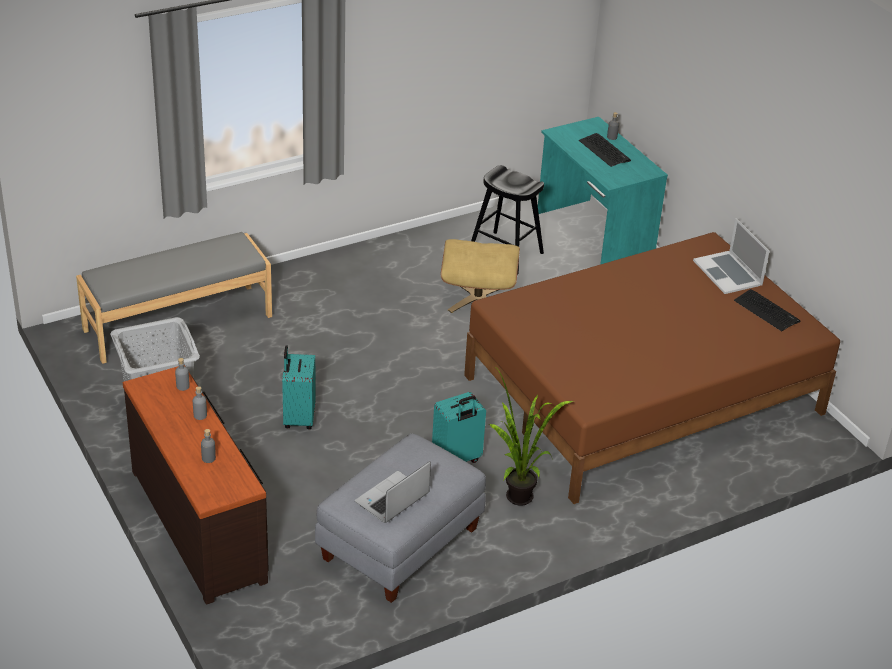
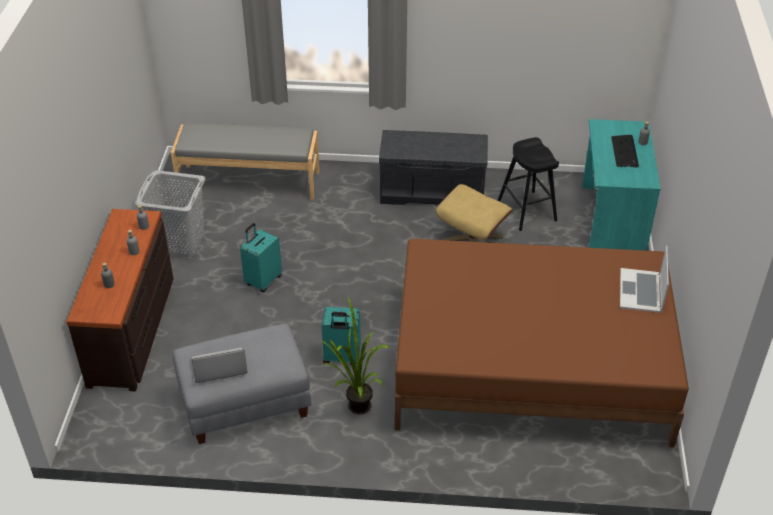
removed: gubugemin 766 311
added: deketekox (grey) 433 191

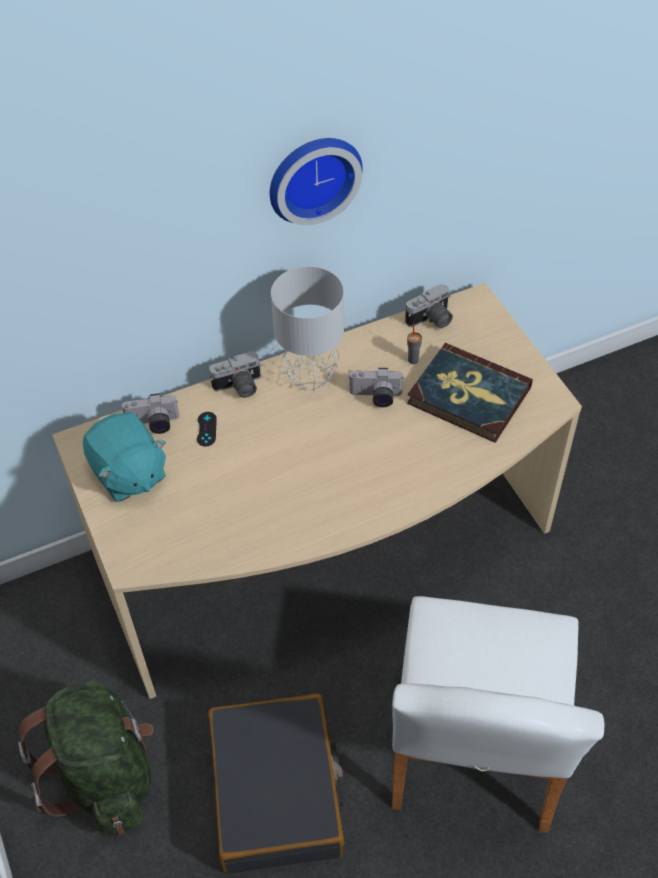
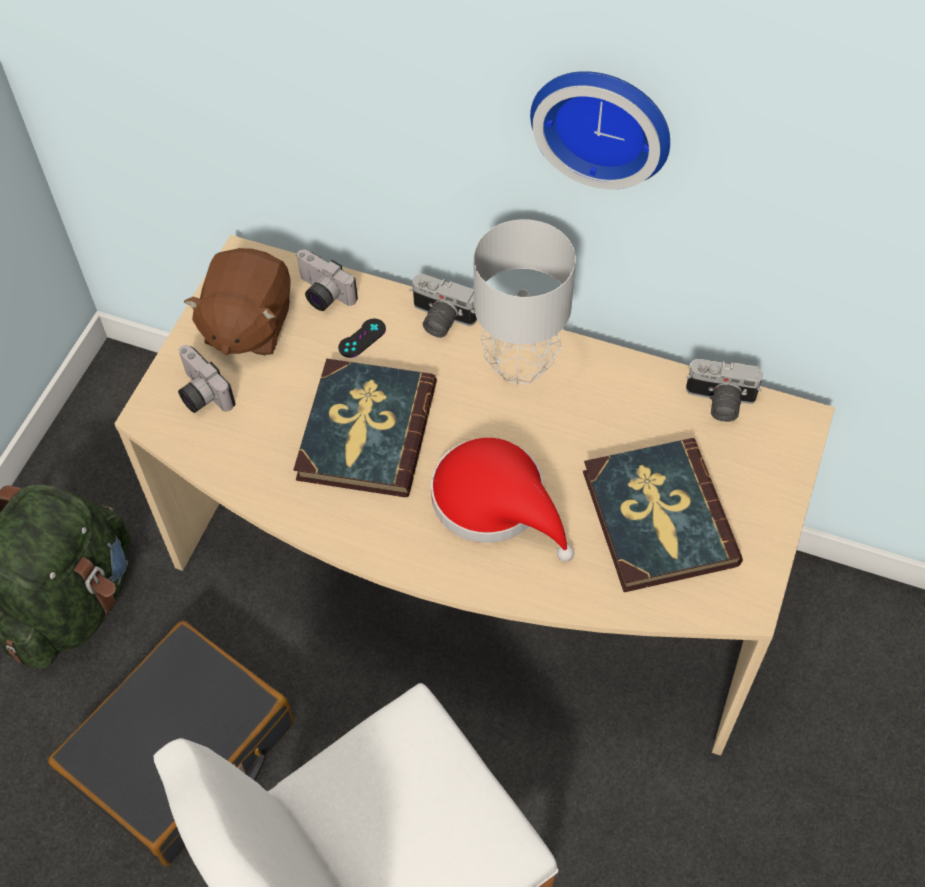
removed: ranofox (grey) 413 360
added: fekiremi 366 431; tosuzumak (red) 496 502
moved: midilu 375 397 to 200 394
recoloured: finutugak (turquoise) 128 474 to finutugak (brown) 247 325

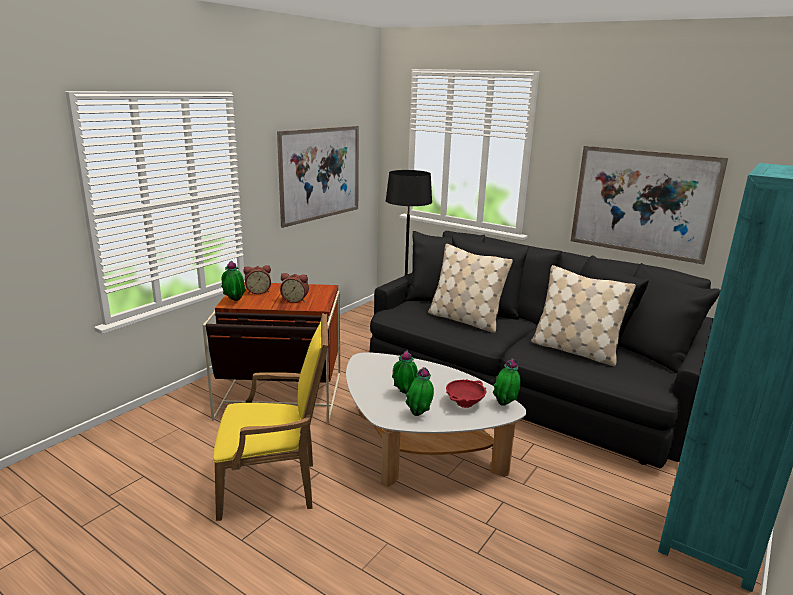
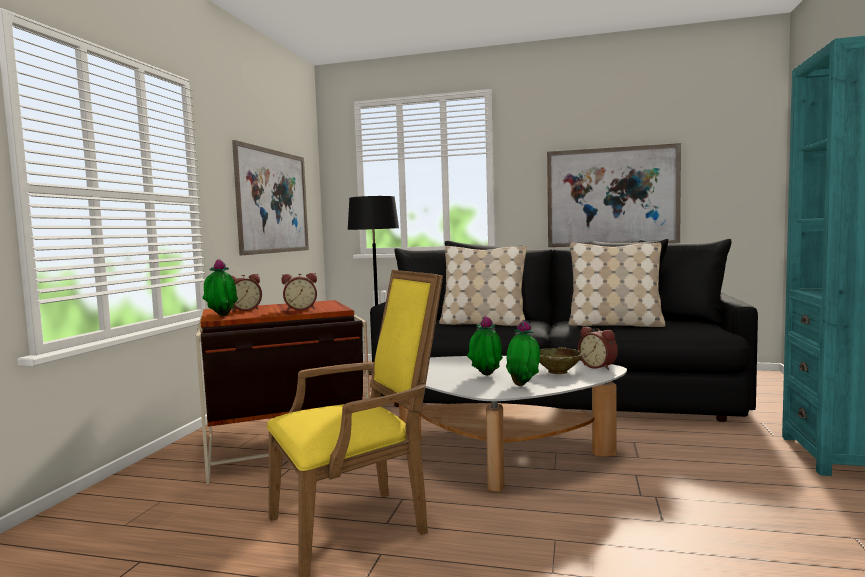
replaced: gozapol 505 405 to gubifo 598 366
recoloured: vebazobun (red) 464 403 to vebazobun (beige) 558 372

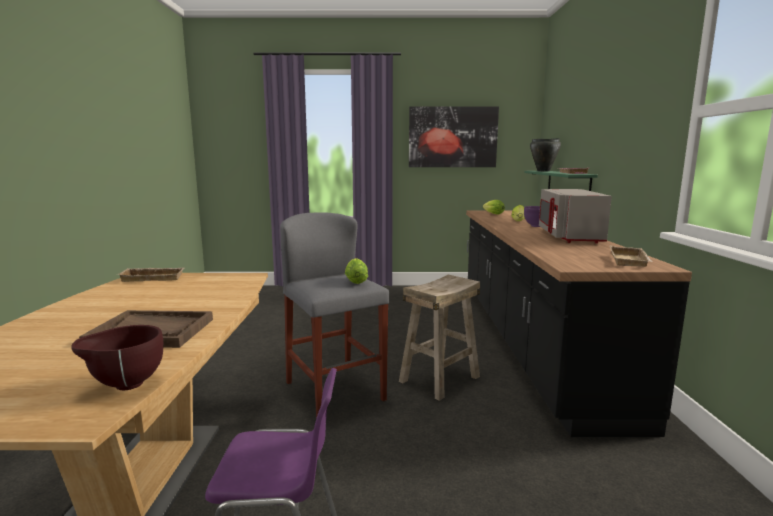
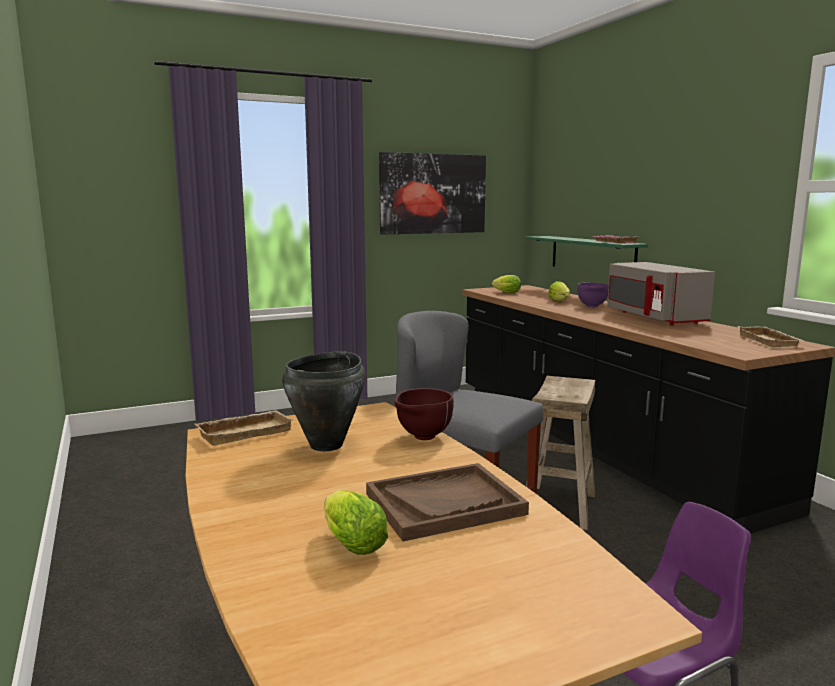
moved: vebazobun (brown) 125 385 to 422 437; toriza 355 281 to 350 543; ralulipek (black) 543 171 to 327 445

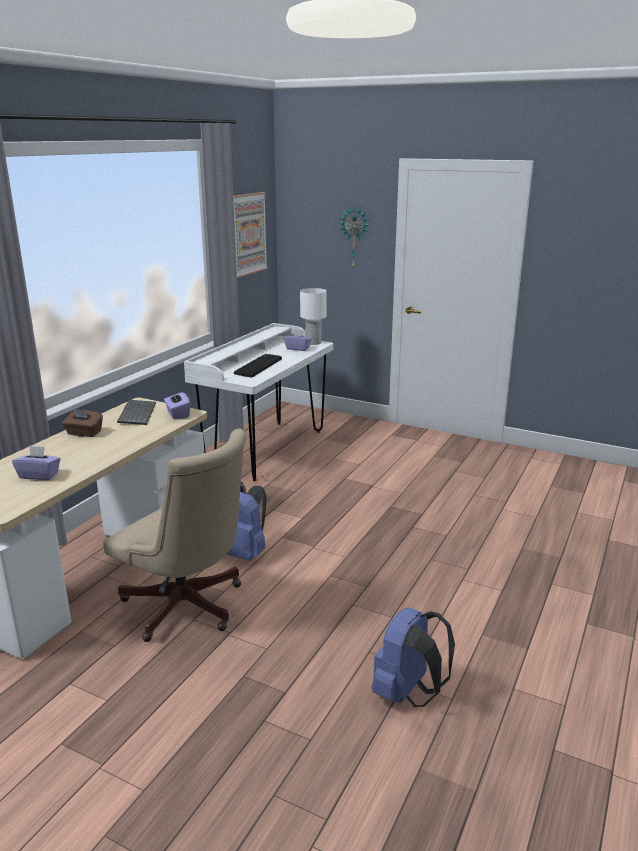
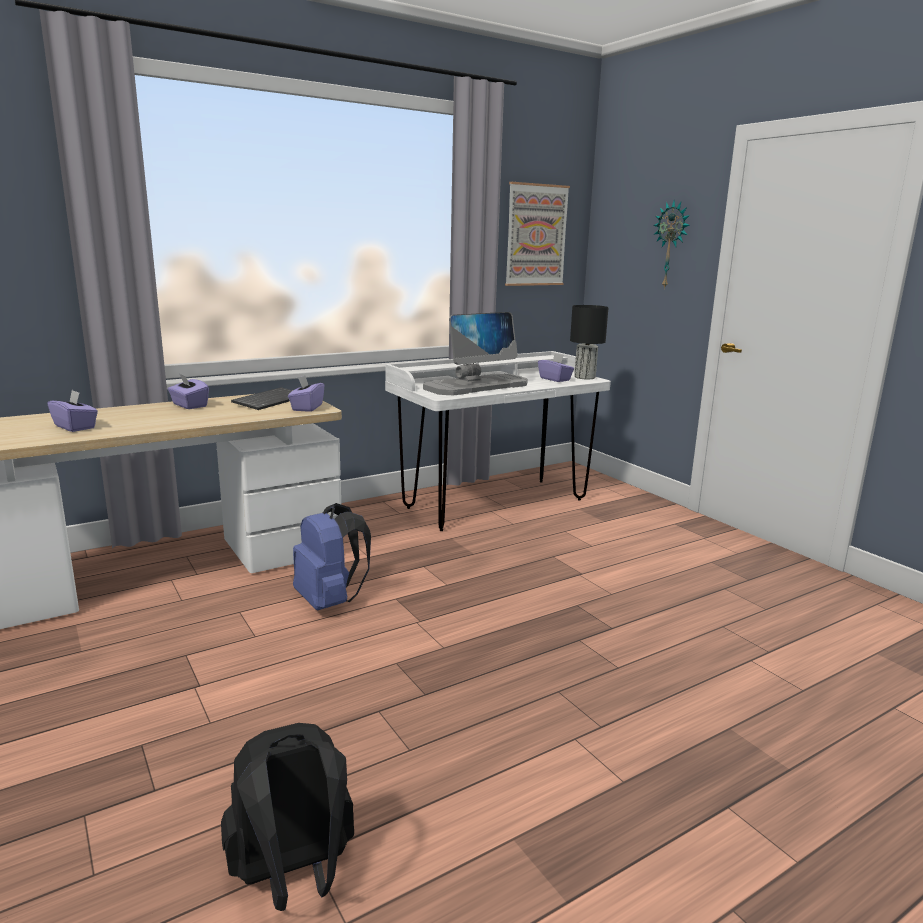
removed: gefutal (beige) 188 609
replaced: gubugemin 258 366 to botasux 477 386
recoloured: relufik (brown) 84 433 to relufik (purple) 189 405; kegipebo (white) 313 342 to kegipebo (black) 584 377; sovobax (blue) 408 693 to sovobax (black) 294 877

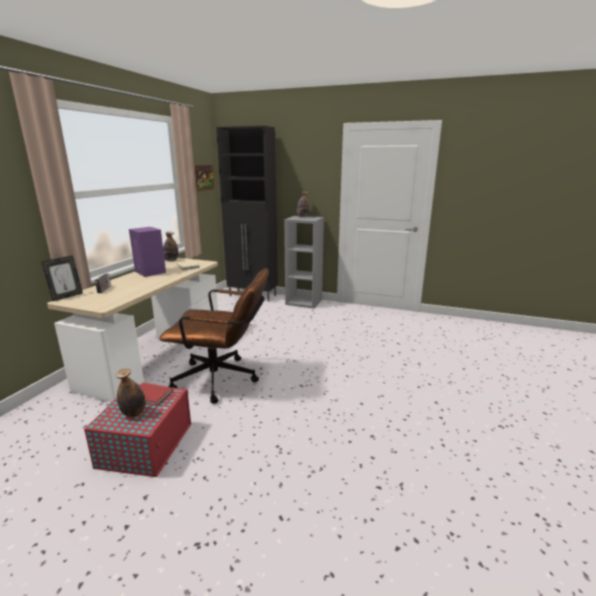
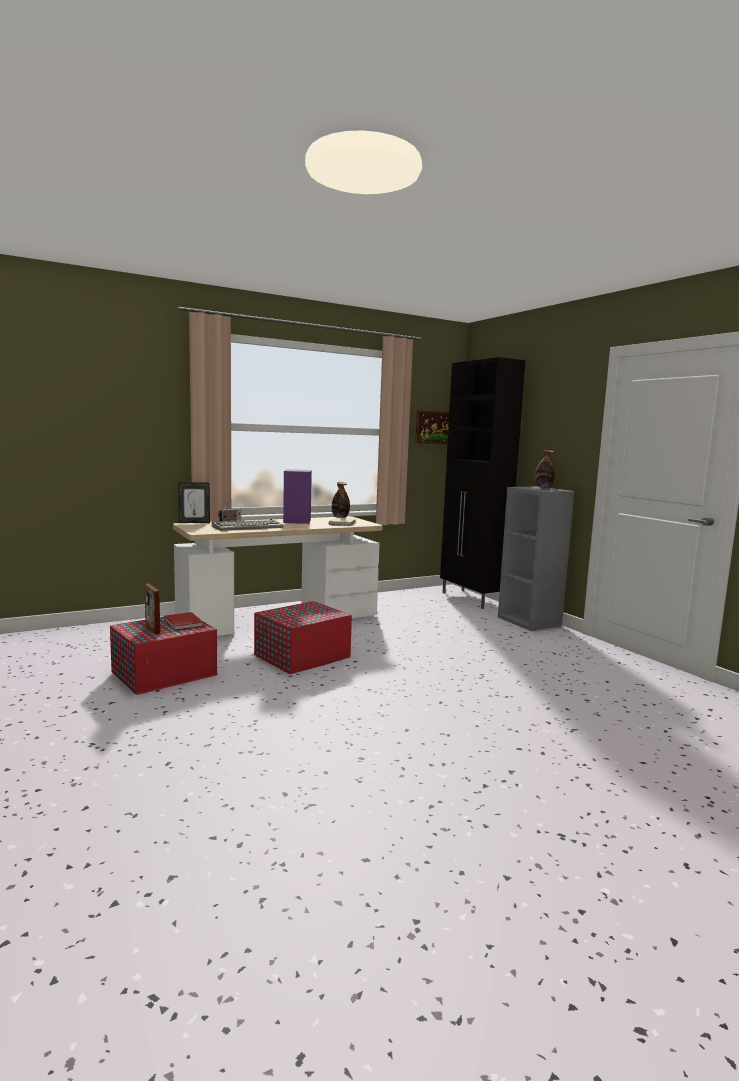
added: gubugemin 248 527
replaced: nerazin 134 413 to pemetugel 152 629; gefutal (brown) 223 380 to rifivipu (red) 301 656

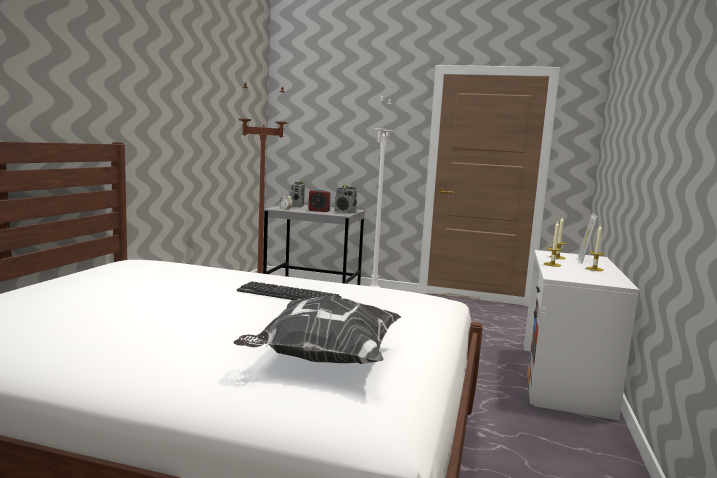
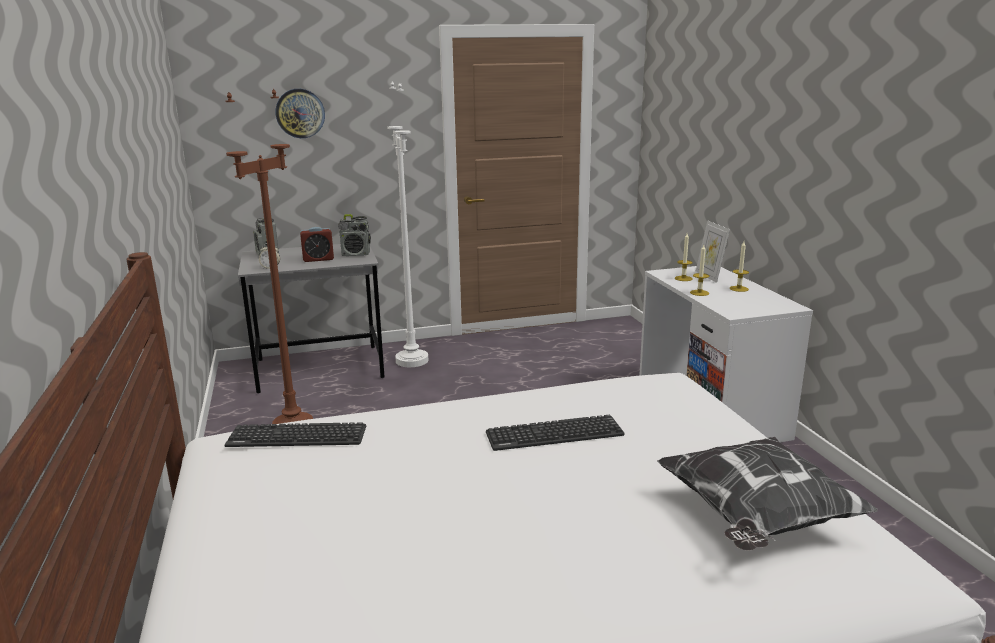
added: gubugemin 297 437; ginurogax 300 113

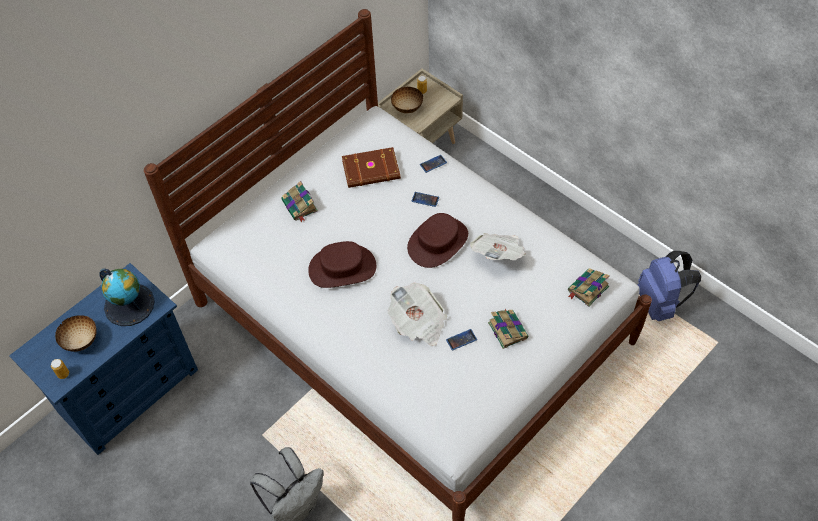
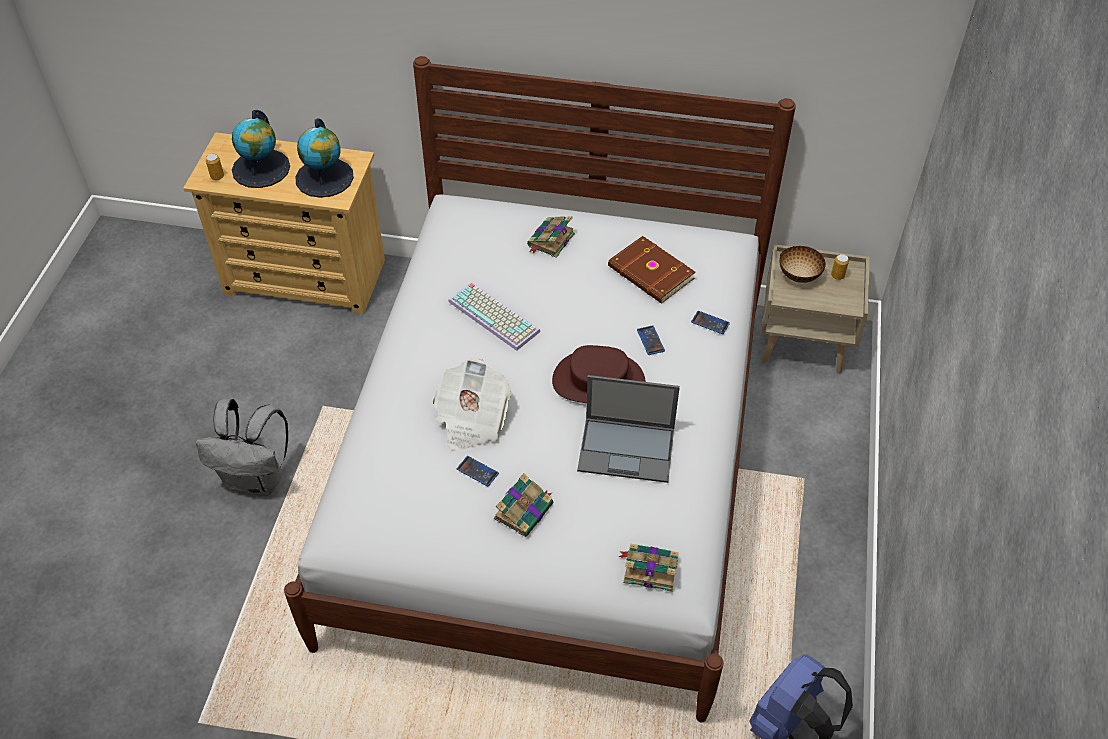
replaced: vebazobun 81 341 to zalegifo 261 168; tosuzumak (brown) 342 268 to gubugemin 496 316; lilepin 499 254 to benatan 627 449
recoloured: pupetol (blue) 129 391 to pupetol (beige) 306 277

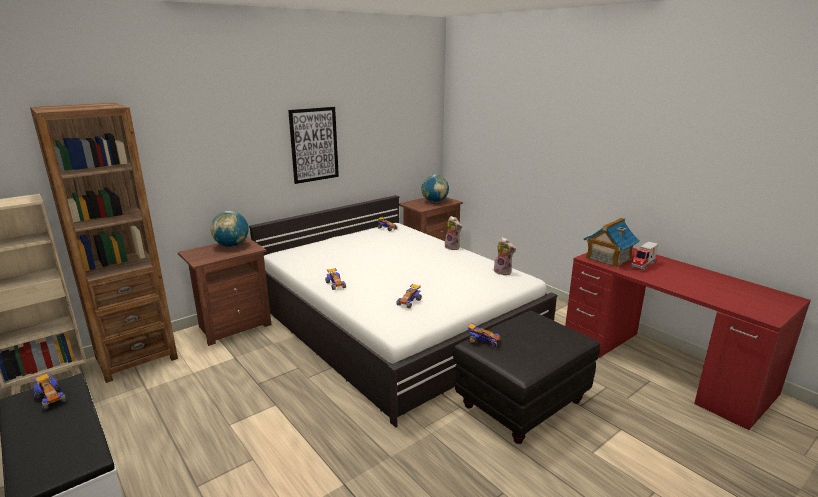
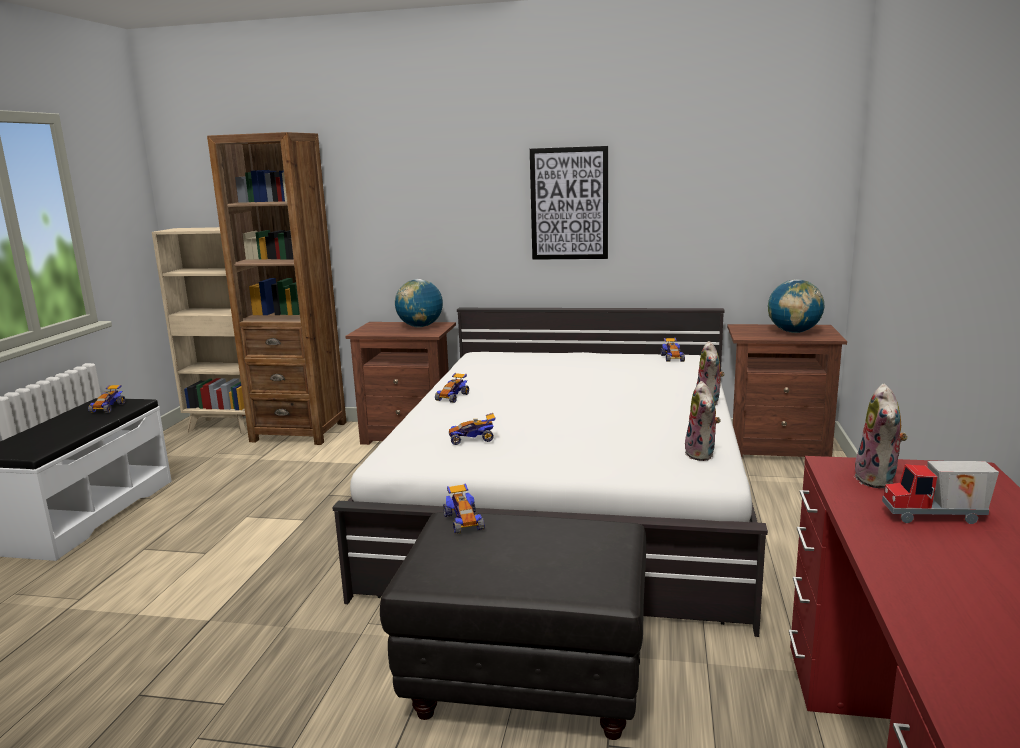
replaced: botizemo 608 259 to finutugak 878 480

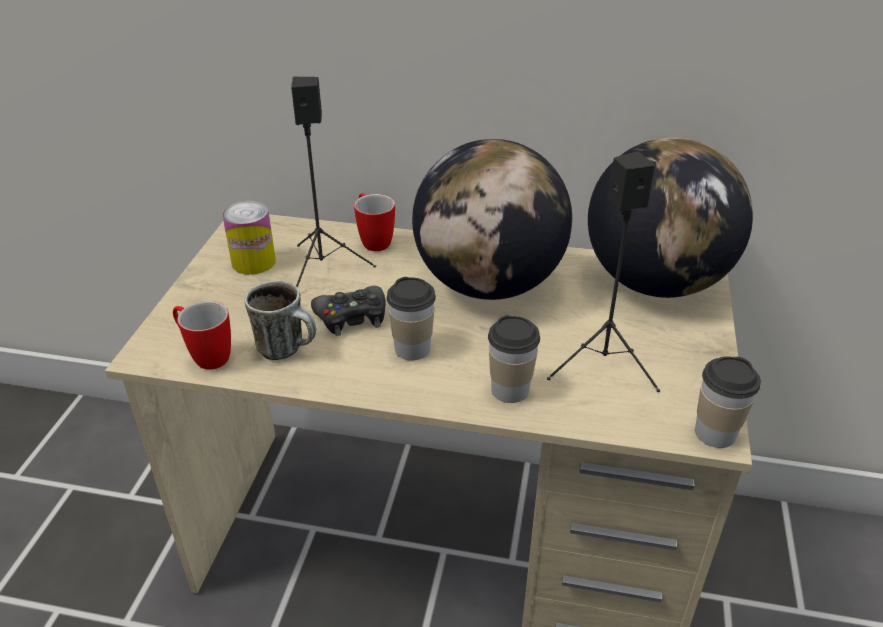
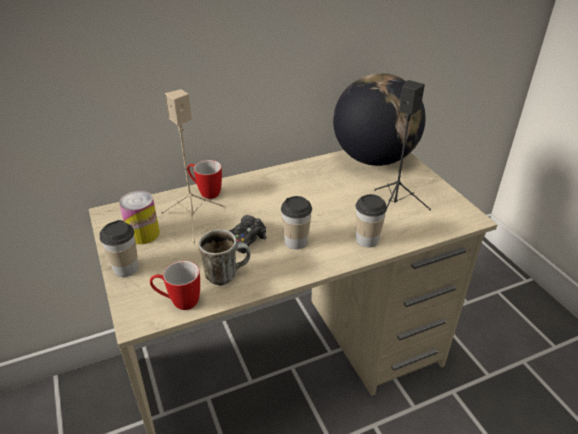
removed: zalegifo 488 284
moved: ranofox 715 433 to 126 268
recoloured: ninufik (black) 322 269 to ninufik (beige) 194 221

